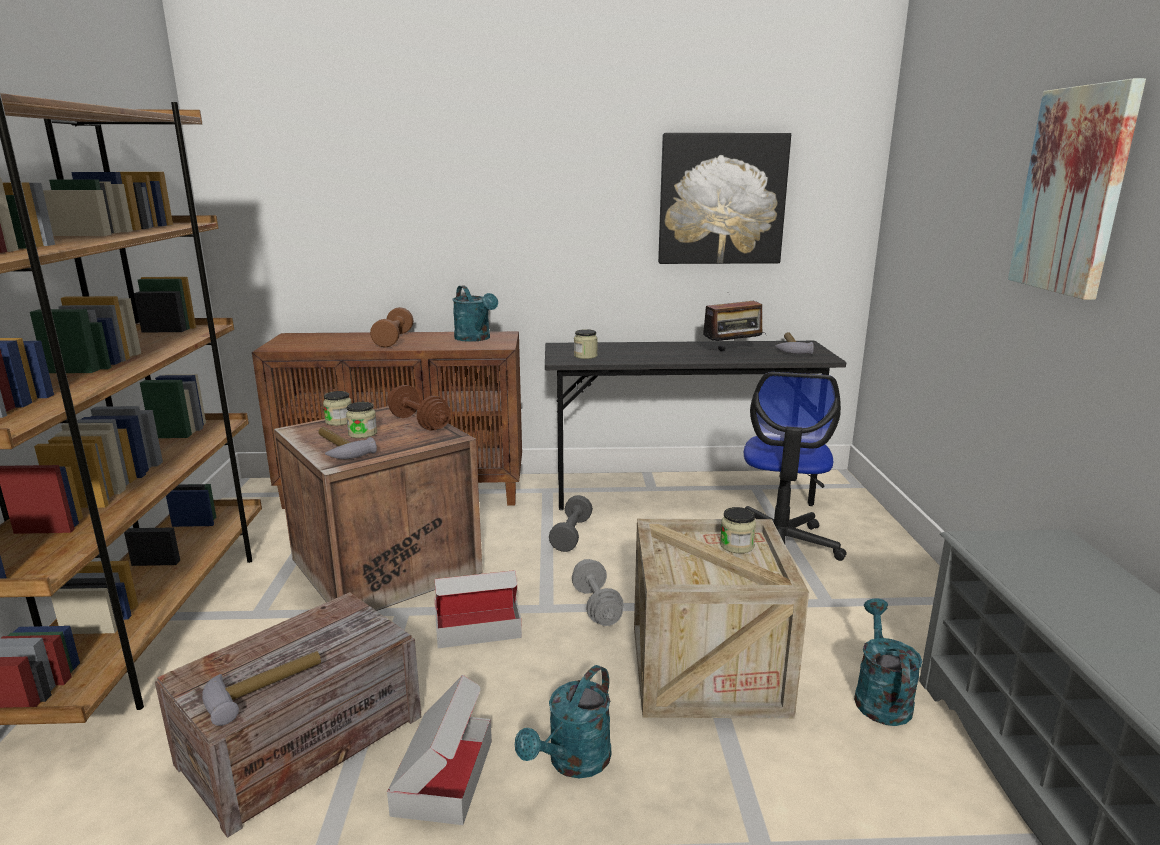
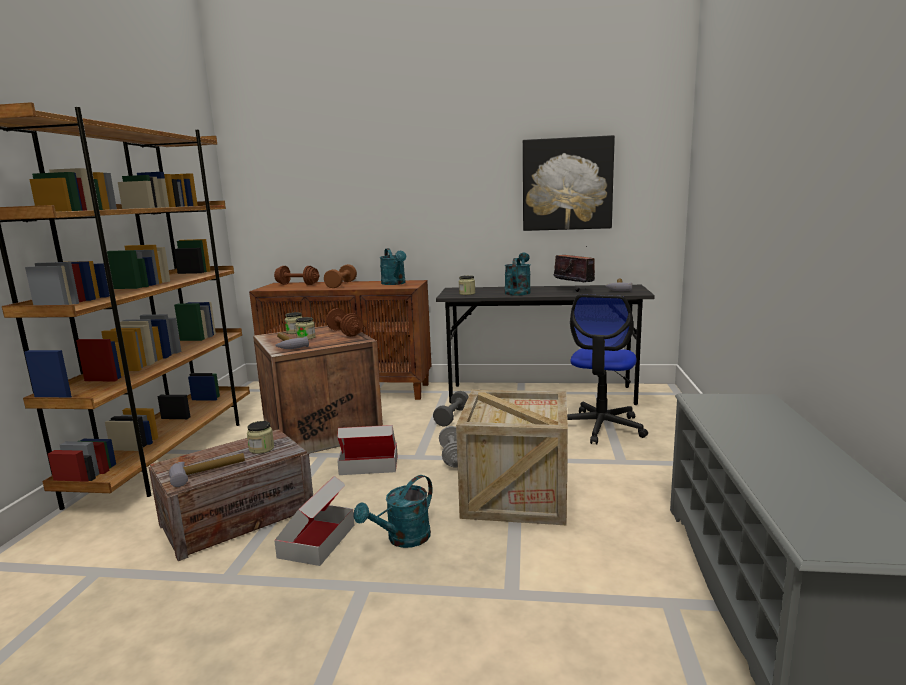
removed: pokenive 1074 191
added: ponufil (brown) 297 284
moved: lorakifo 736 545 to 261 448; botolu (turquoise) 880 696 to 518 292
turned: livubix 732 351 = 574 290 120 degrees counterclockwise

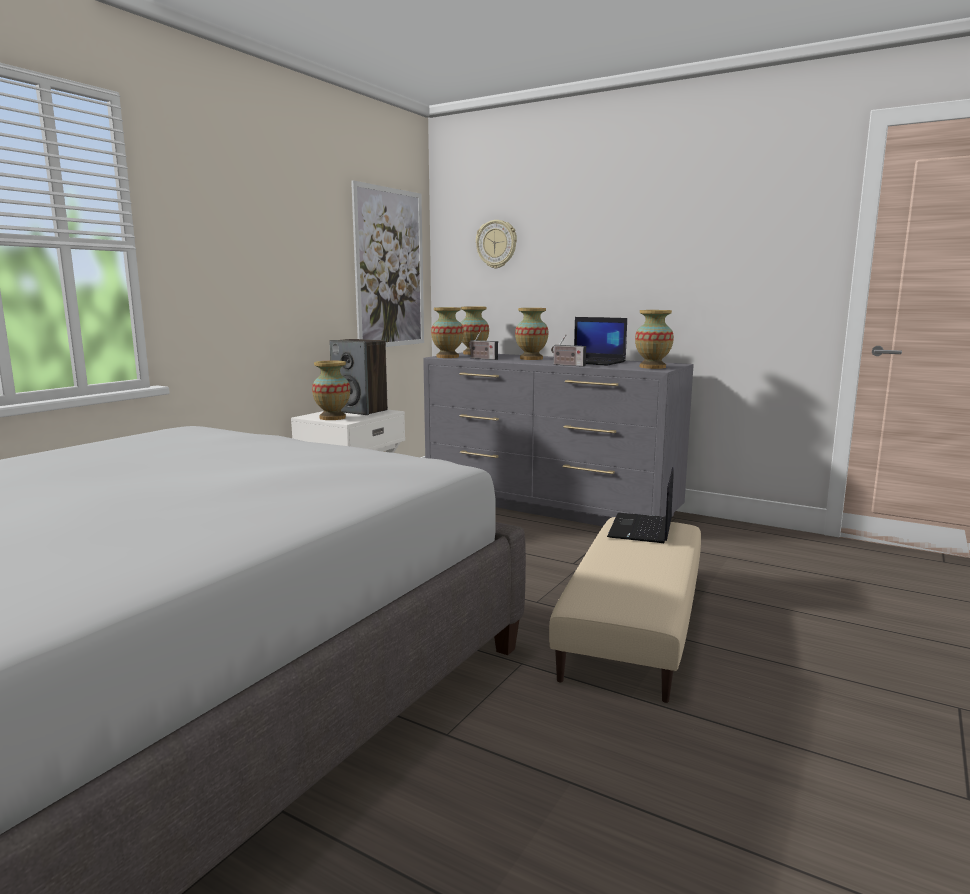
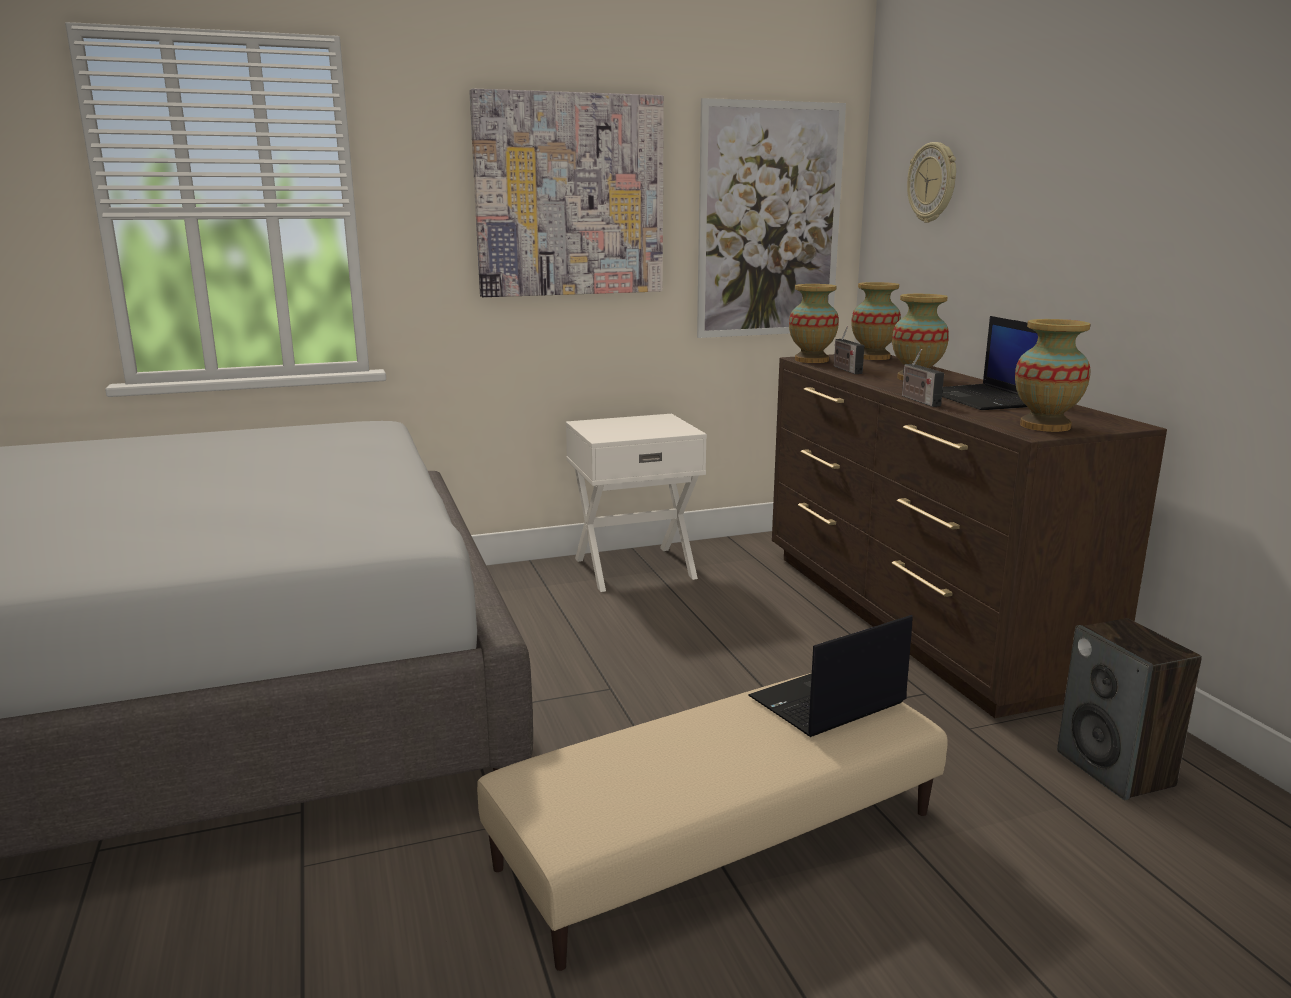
removed: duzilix 332 418
added: pokenive 569 196
moved: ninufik 361 411 to 1116 769
recoloured: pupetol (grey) 550 505 to pupetol (brown) 916 618

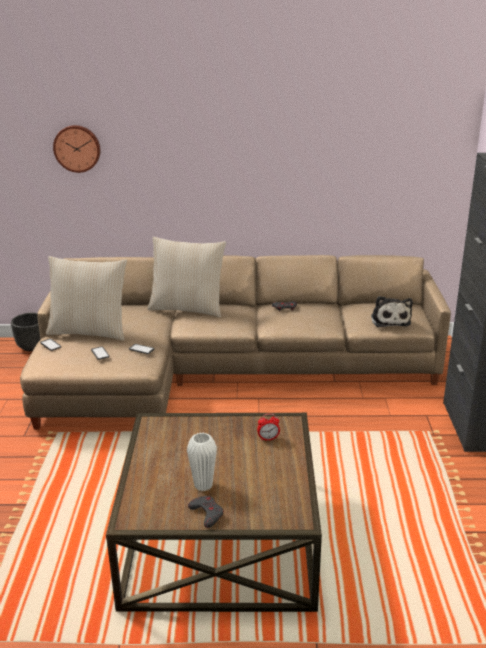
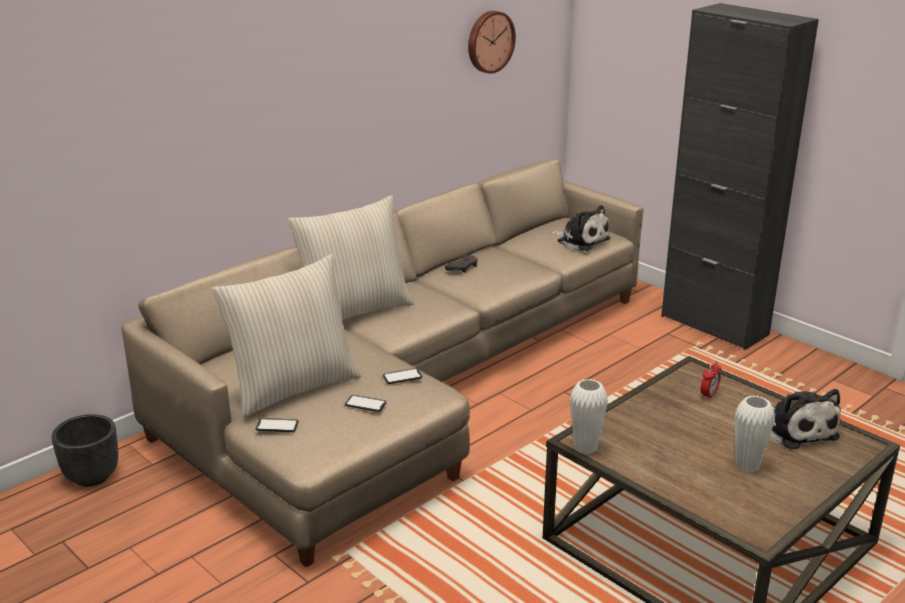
removed: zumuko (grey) 207 513
added: duzilix (white) 585 448; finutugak 796 429
moved: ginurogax 77 148 to 489 41

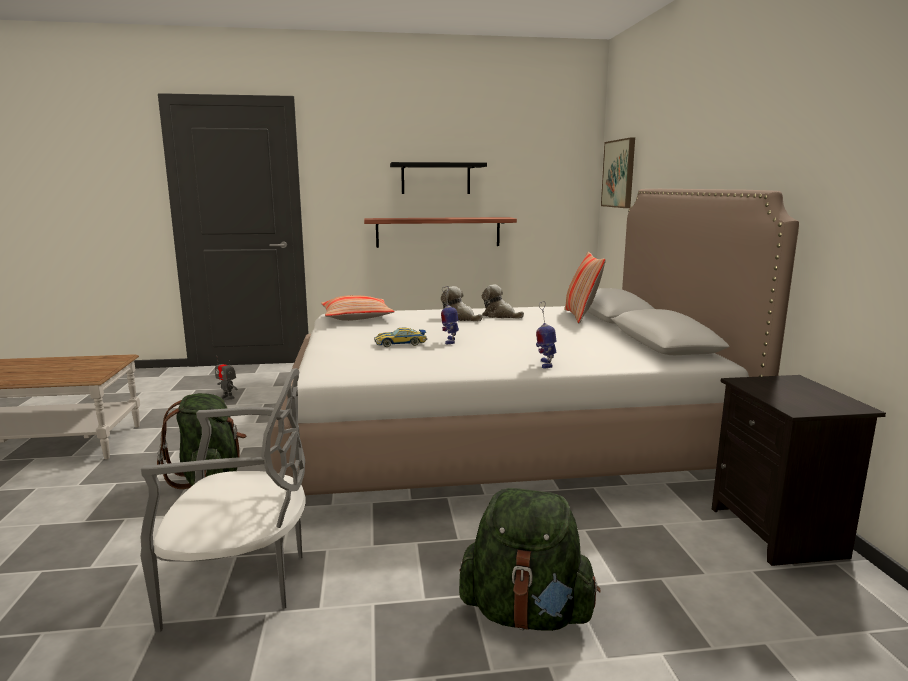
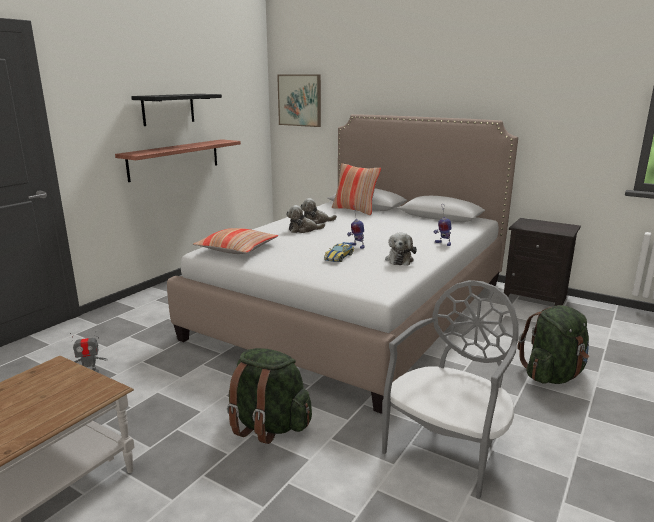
added: finutugak 399 259

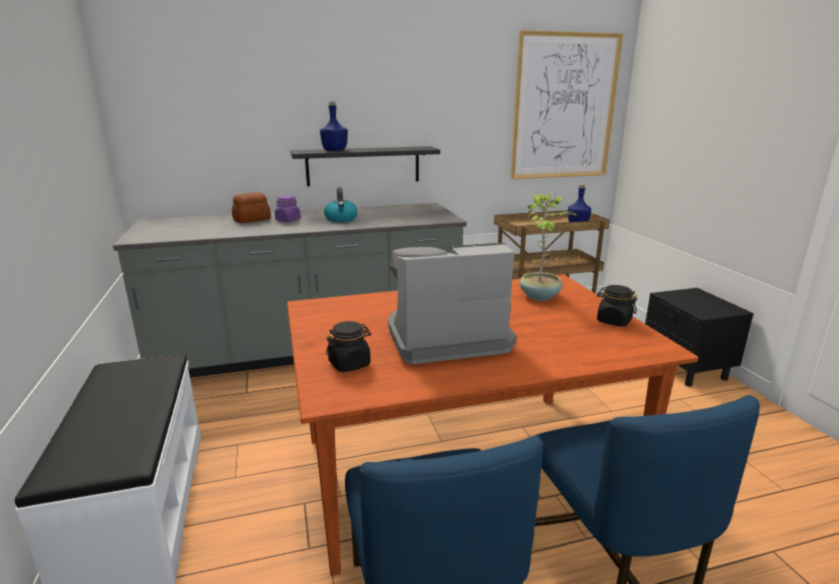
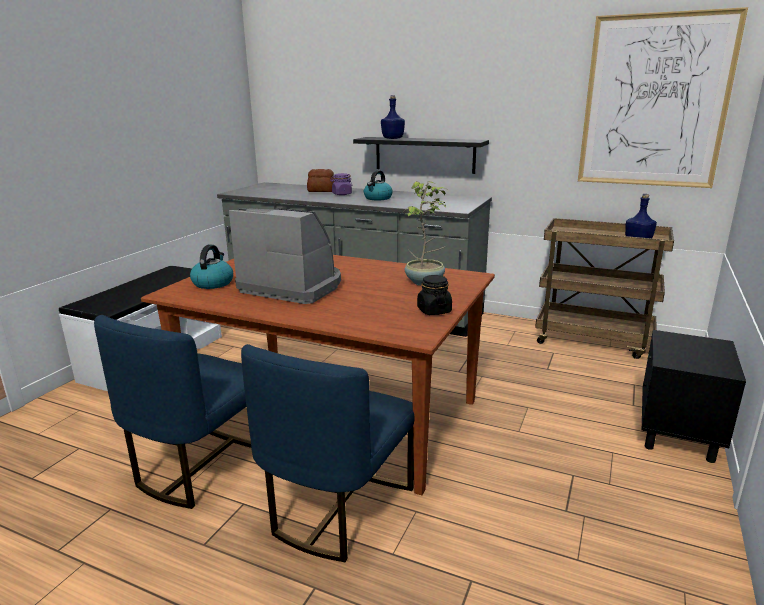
replaced: lorakifo (black) 349 364 to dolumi 213 283

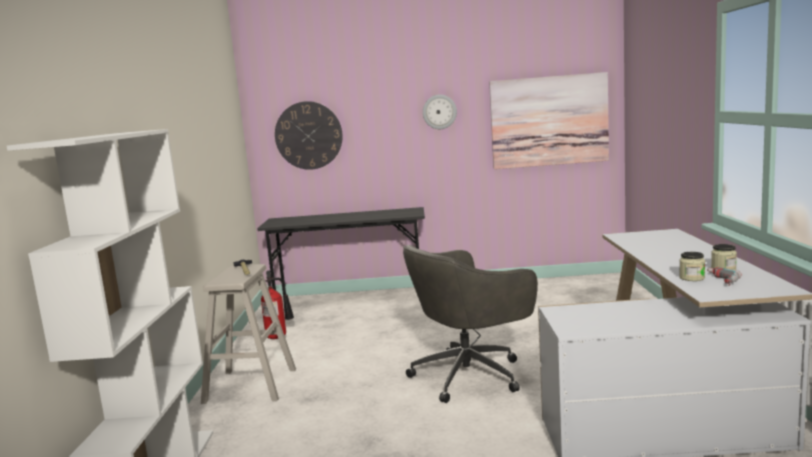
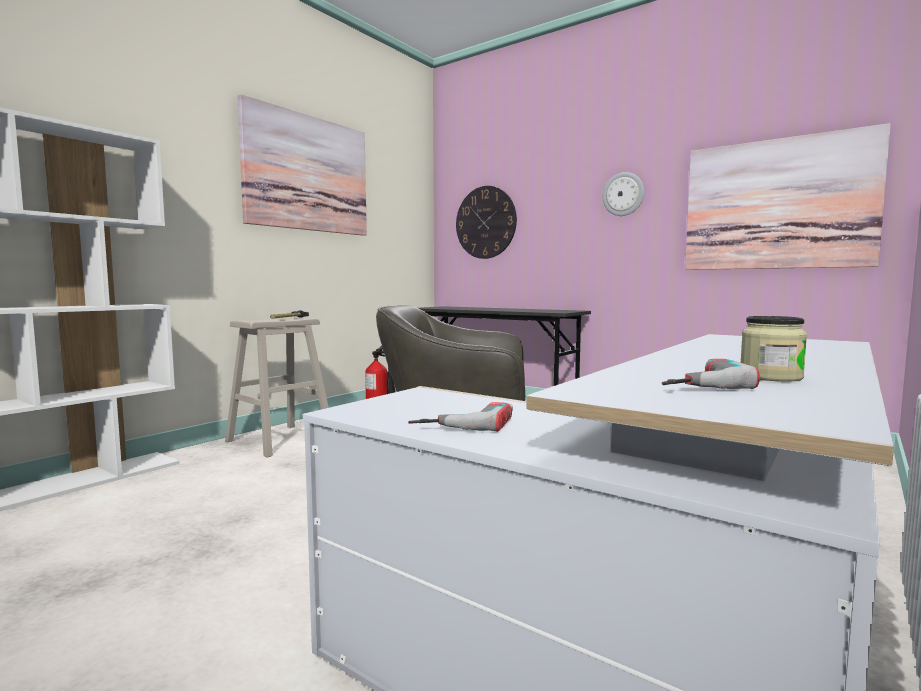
removed: lorakifo 692 278
added: pokenive 307 173; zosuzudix 465 423

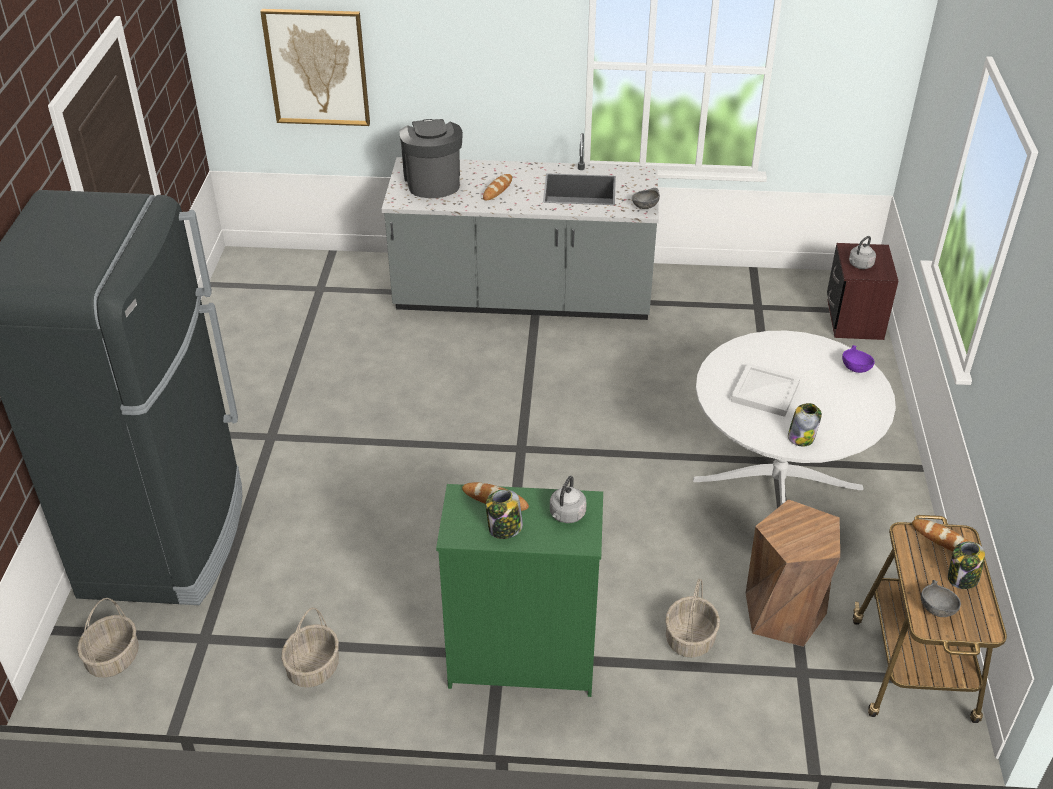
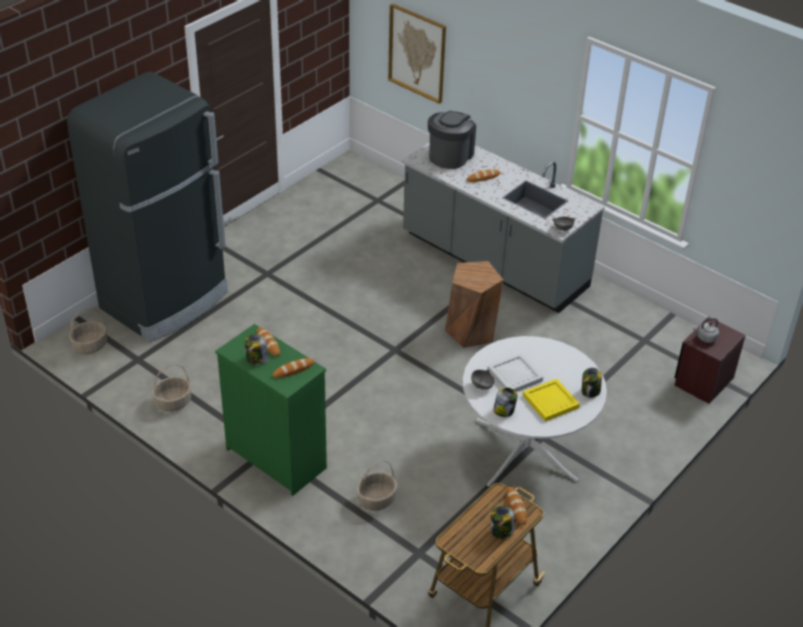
added: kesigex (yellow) 550 402
moved: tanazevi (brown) 783 613 to 471 331; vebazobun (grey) 937 609 to 482 385
replaced: dolumi (grey) 566 515 to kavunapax 293 370; vebazobun (purple) 856 368 to lorakifo 590 391

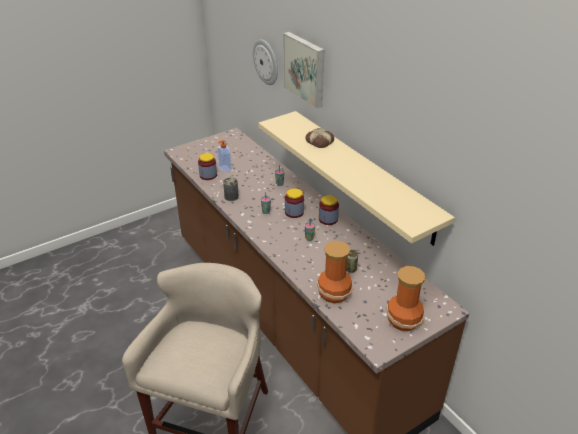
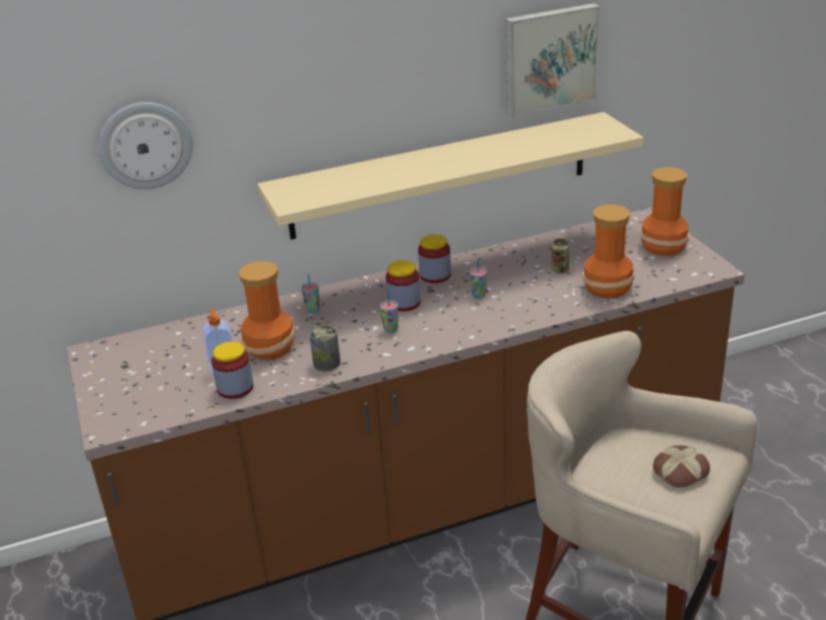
added: duzilix 271 347
moved: pokenive 305 69 to 549 58; kavunapax 320 141 to 680 471

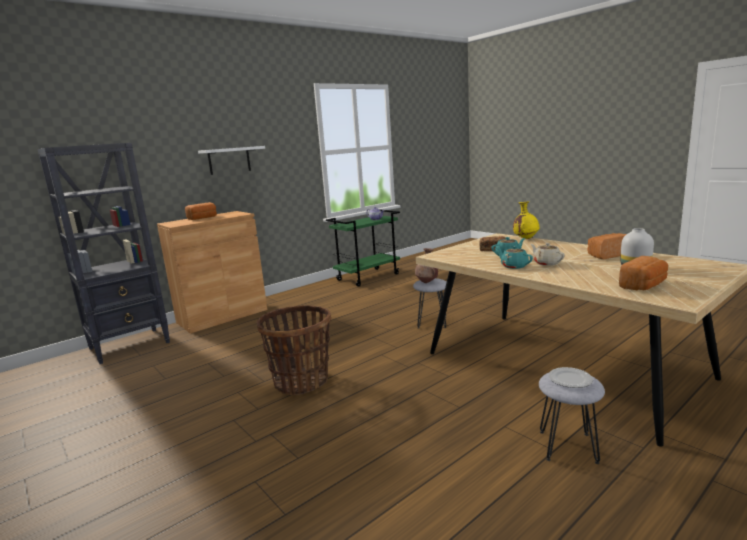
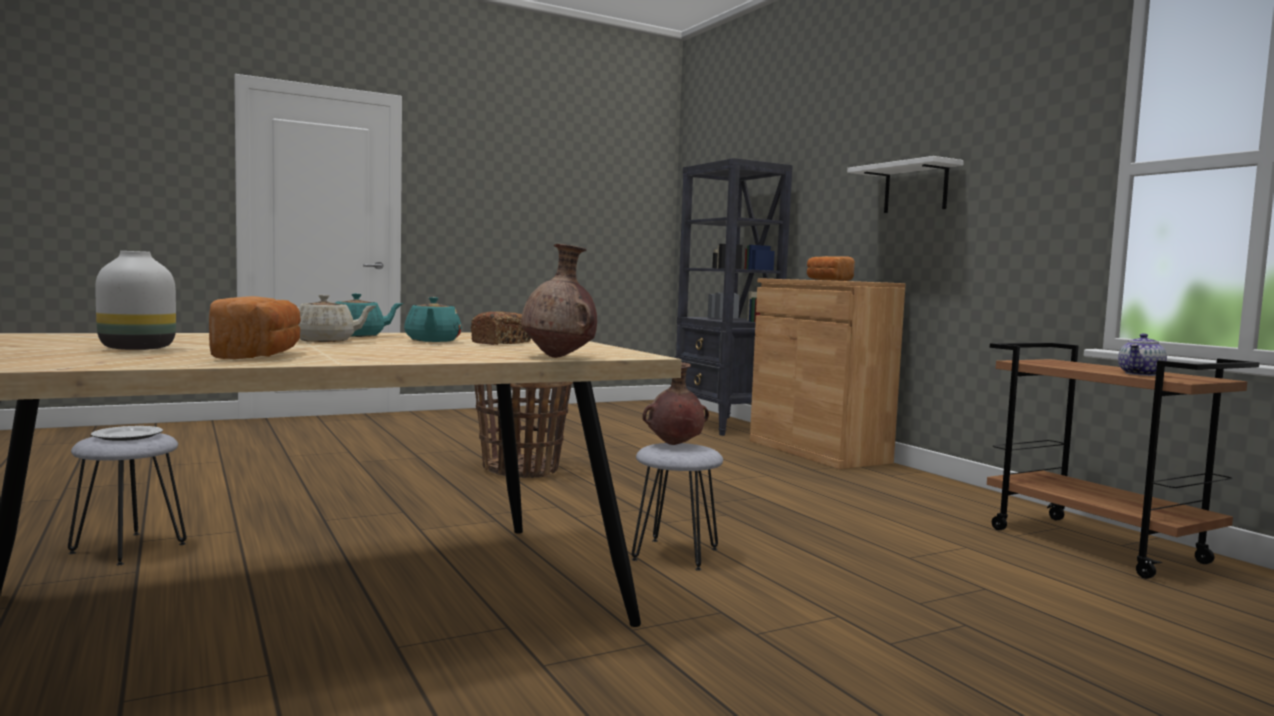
removed: kavunapax 644 286
recoloured: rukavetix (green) 368 277 to rukavetix (brown) 1098 546; duzilix (yellow) 525 238 to duzilix (brown) 559 357

